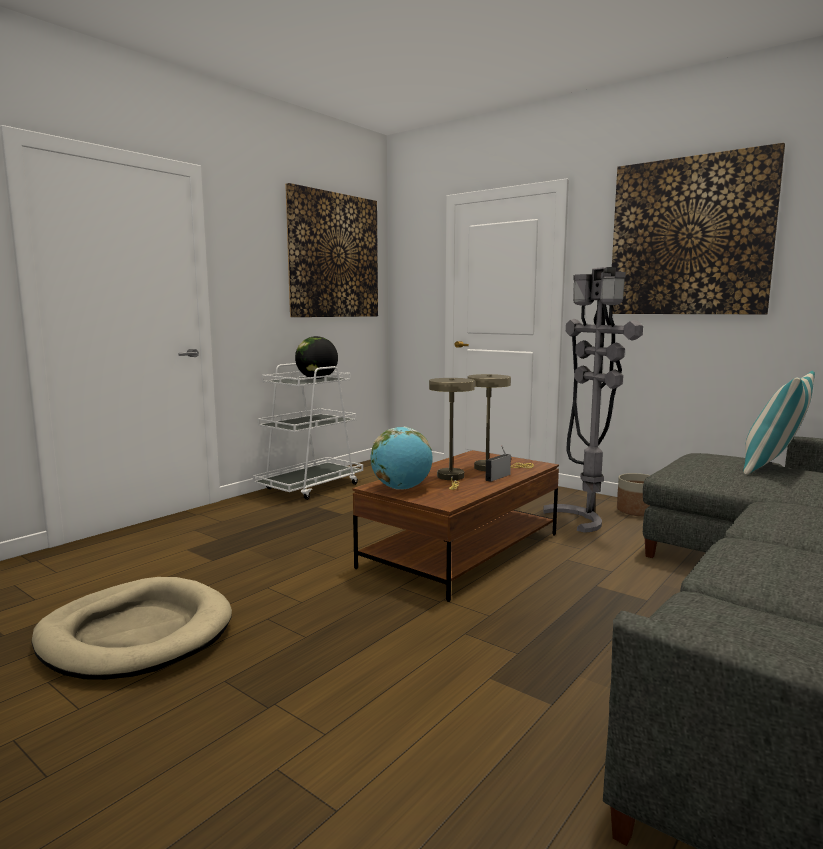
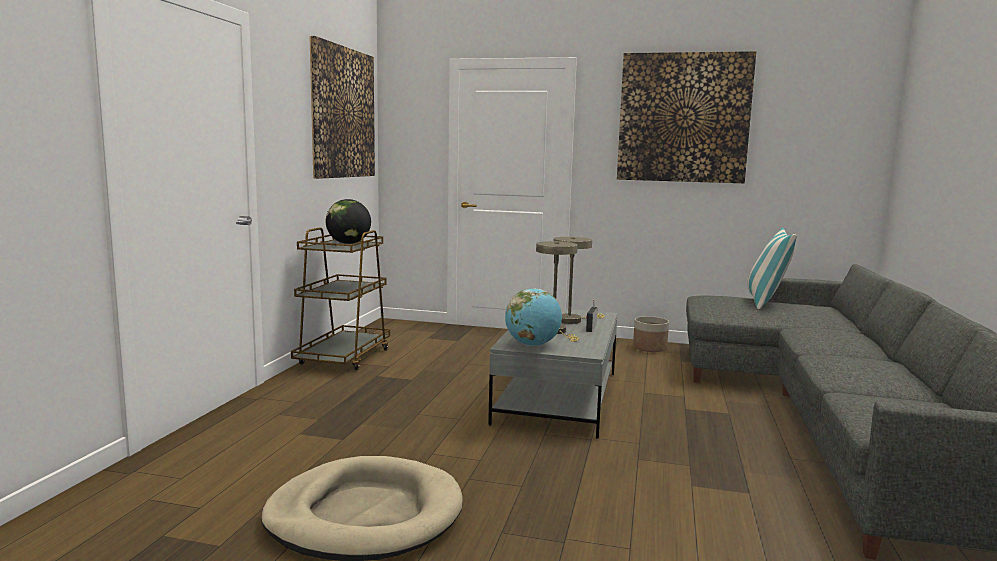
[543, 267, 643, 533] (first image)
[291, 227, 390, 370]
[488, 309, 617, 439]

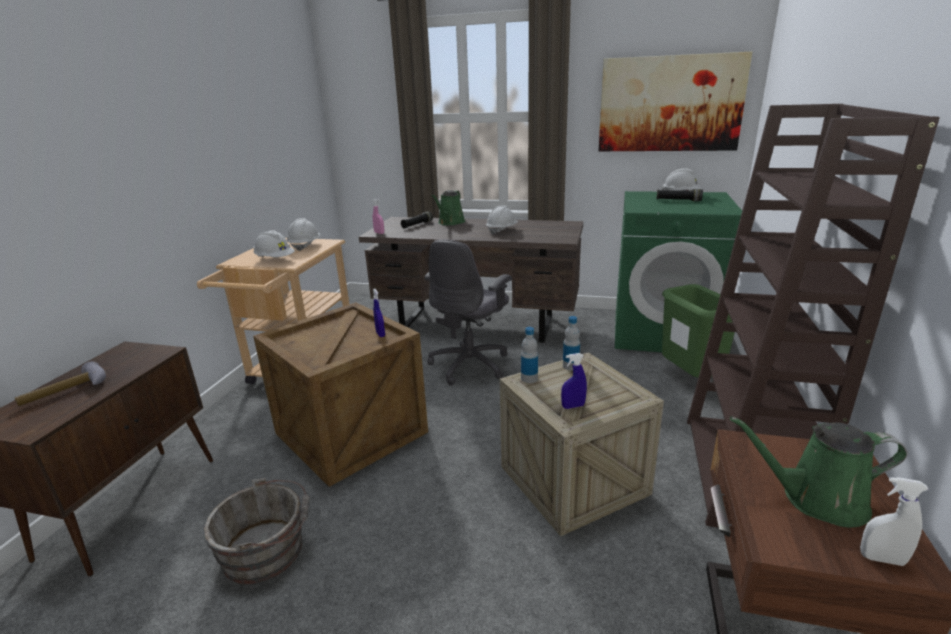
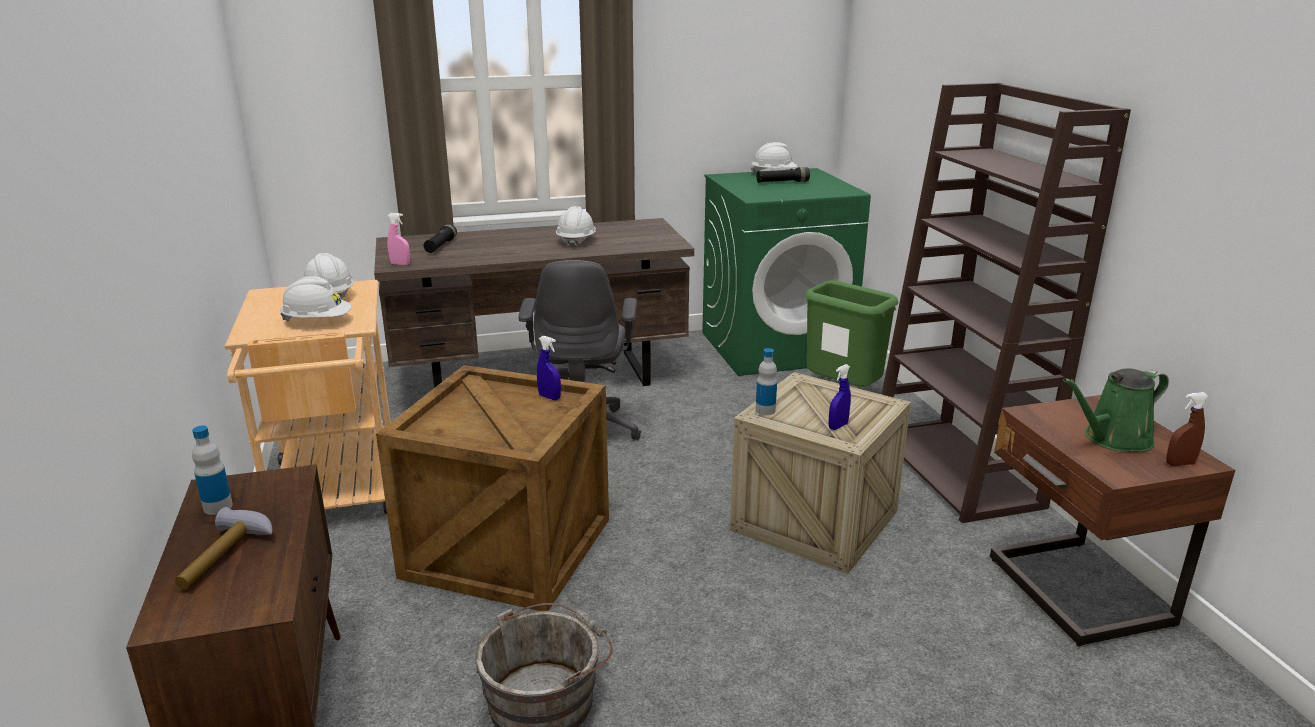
[431, 190, 465, 225] (first image)
[599, 52, 752, 151] (first image)
[192, 426, 233, 515]
[1166, 392, 1209, 466]

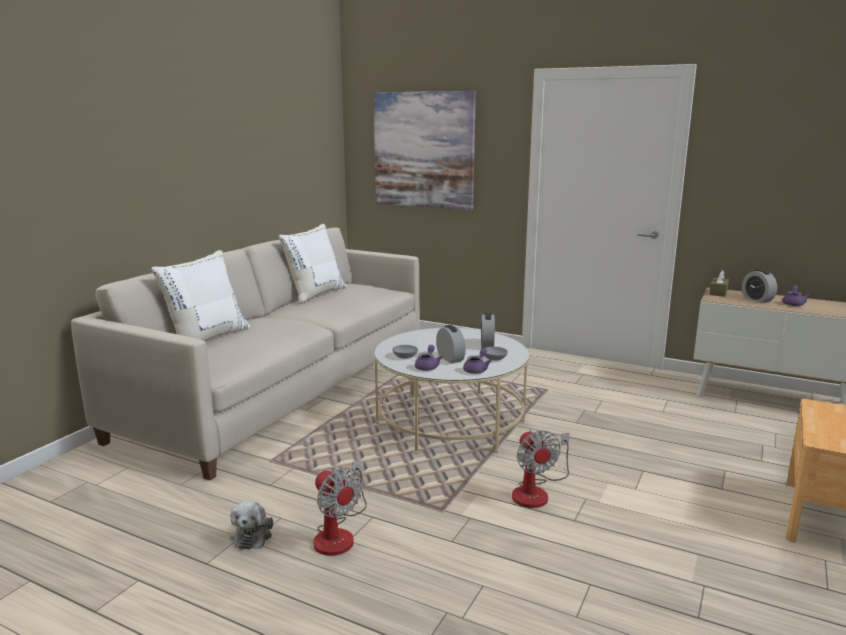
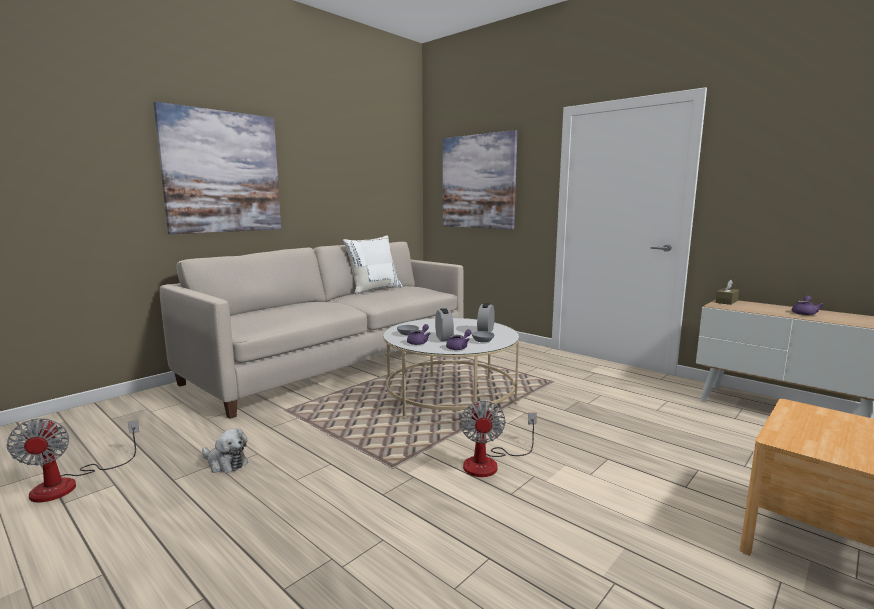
[151, 250, 250, 341] (first image)
[742, 269, 777, 303] (first image)
[153, 102, 281, 234]
[6, 418, 139, 503]
[202, 428, 248, 473]

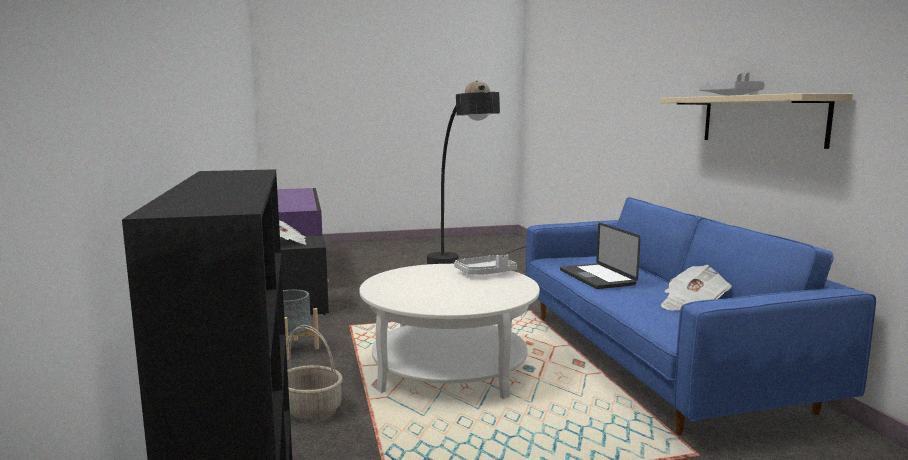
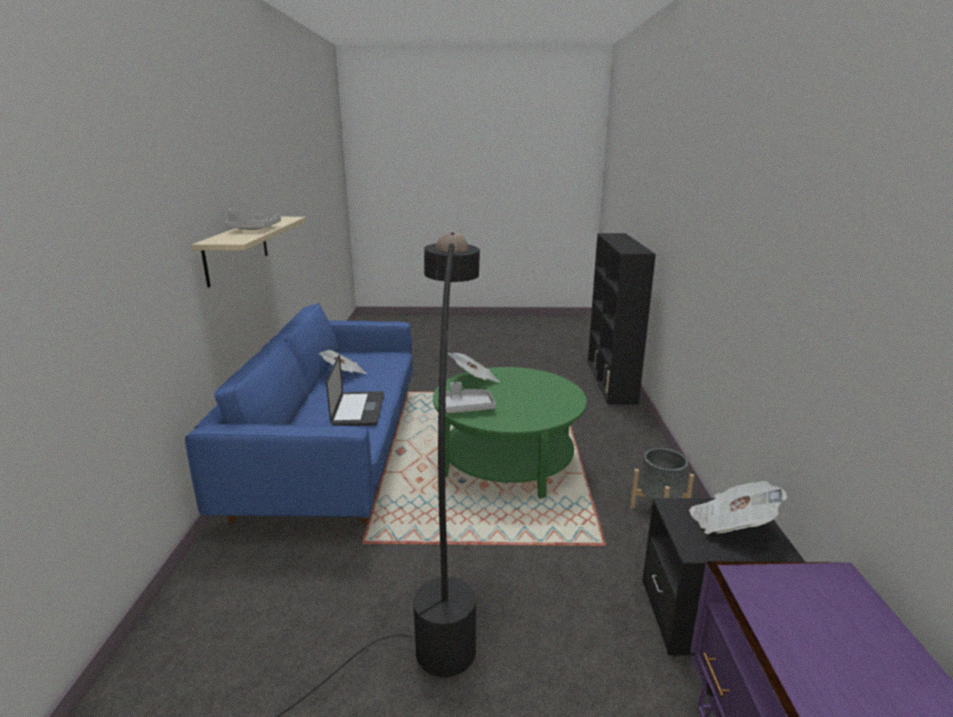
[286, 325, 343, 419] (first image)
[448, 353, 500, 382]
[433, 367, 587, 499]

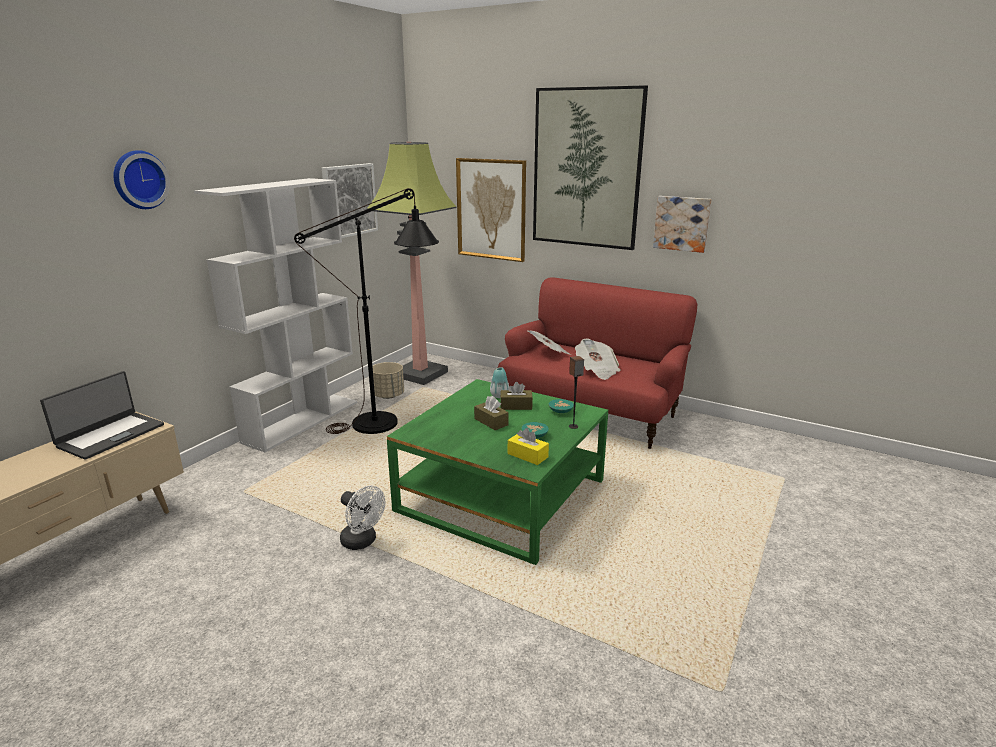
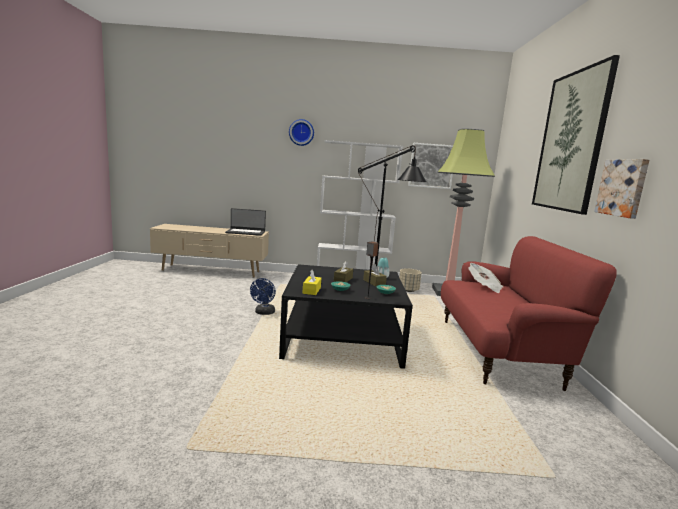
[456, 158, 526, 262] (first image)
[575, 339, 621, 380] (first image)
[250, 278, 276, 315]
[279, 264, 413, 369]

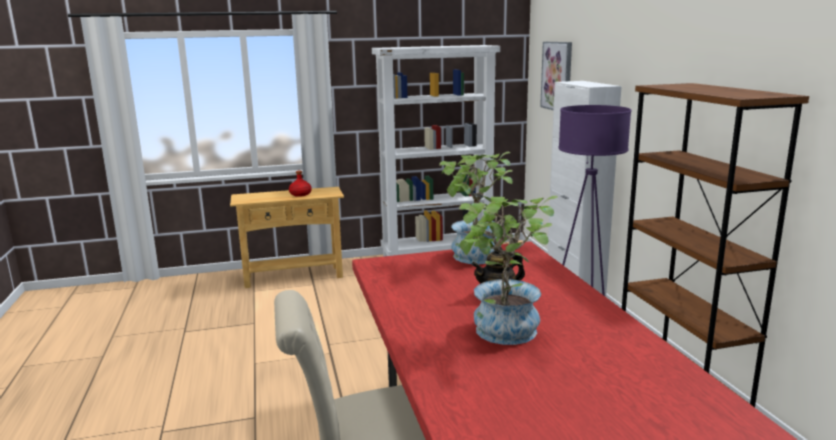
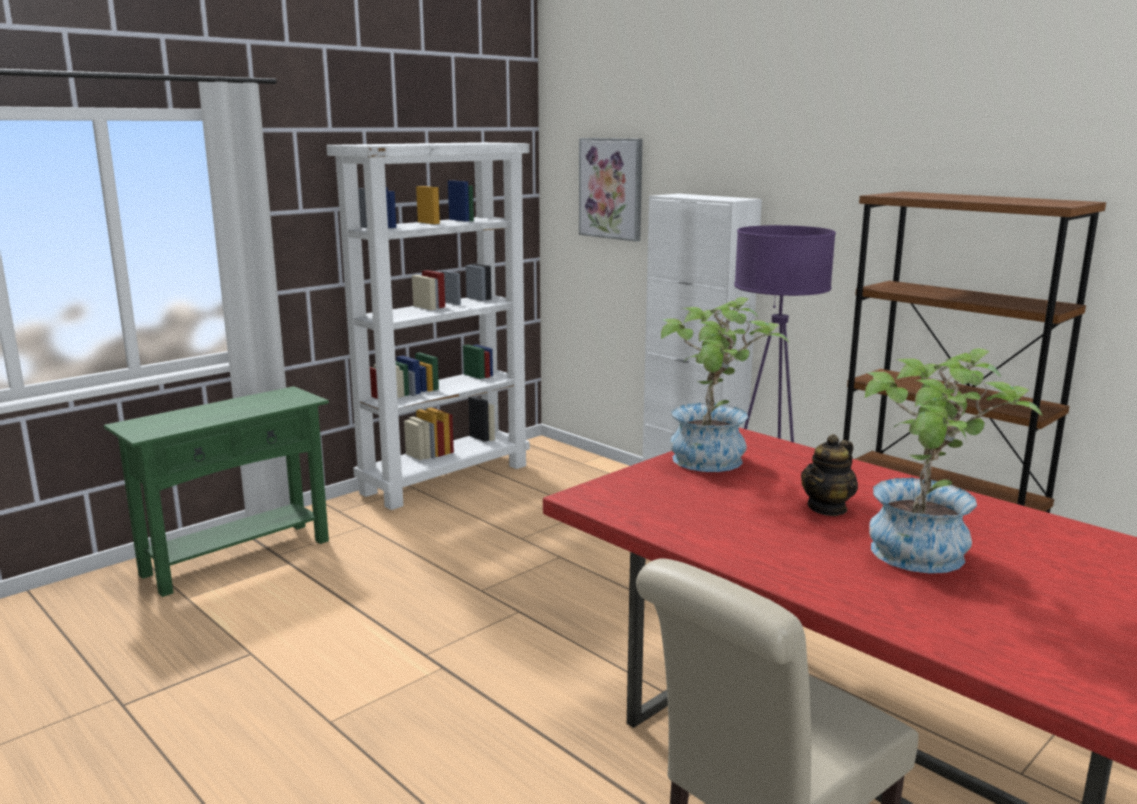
[289, 171, 312, 197] (first image)
[104, 386, 329, 597]

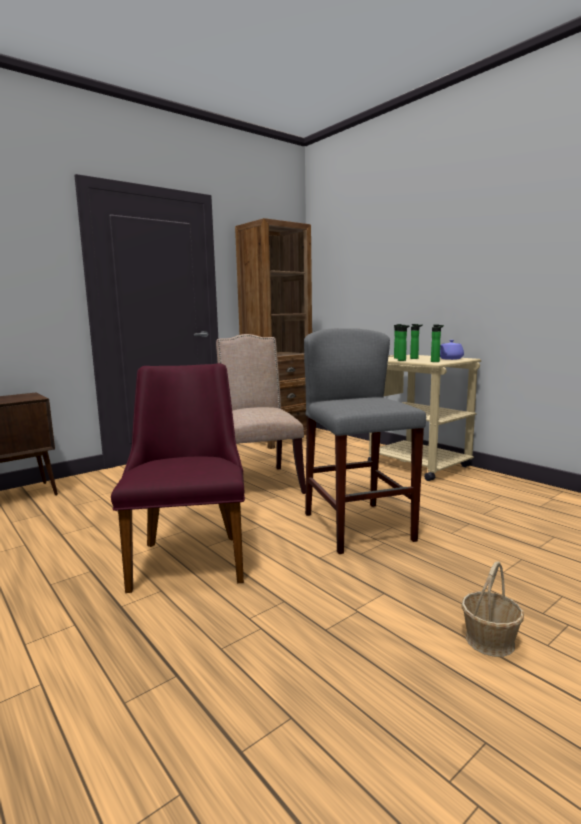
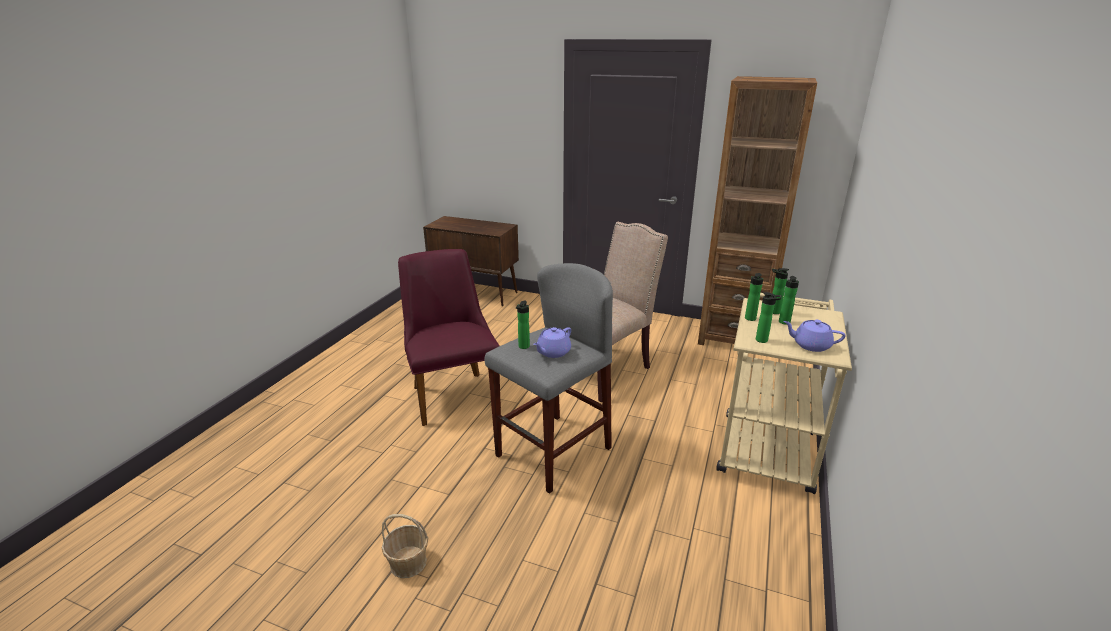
[516, 300, 530, 349]
[533, 327, 571, 358]
[398, 249, 501, 426]

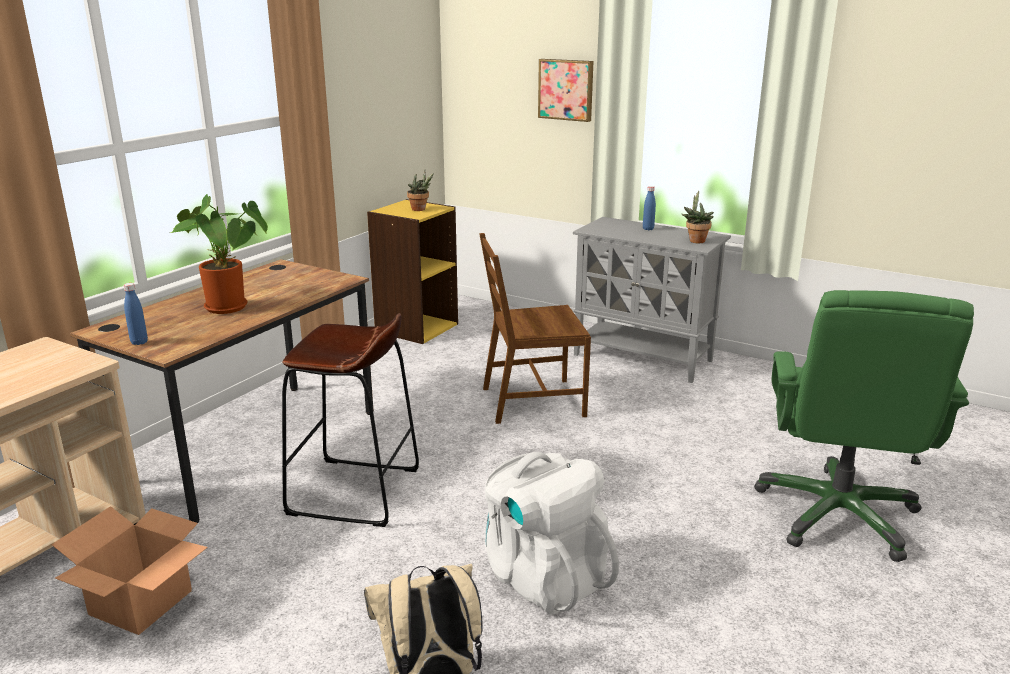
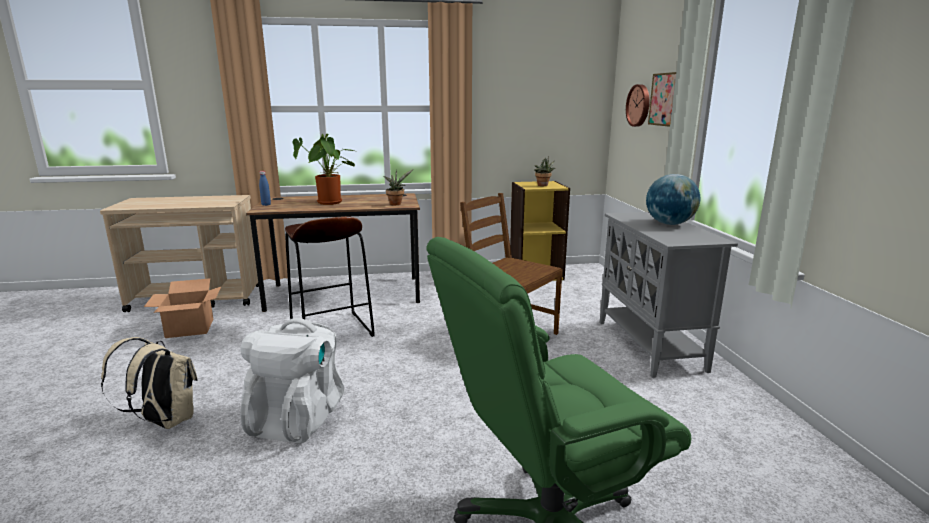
[626, 84, 650, 127]
[383, 169, 413, 206]
[646, 174, 700, 225]

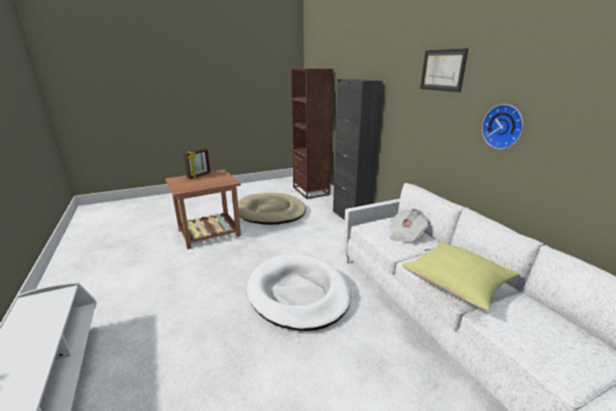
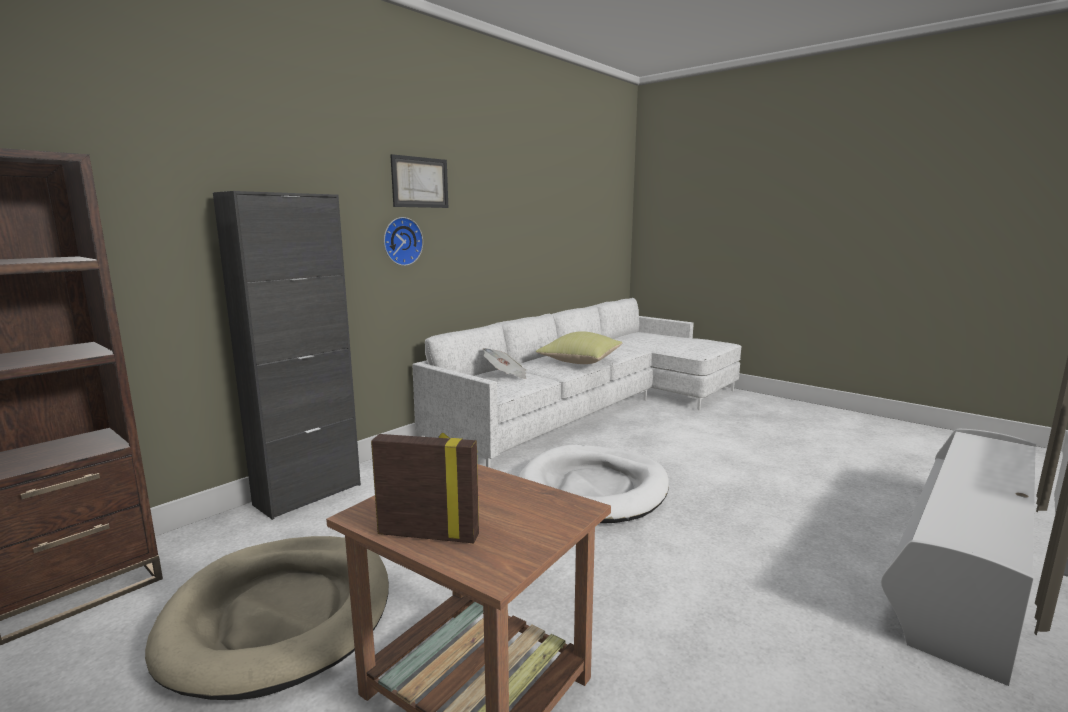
[384, 217, 423, 266]

